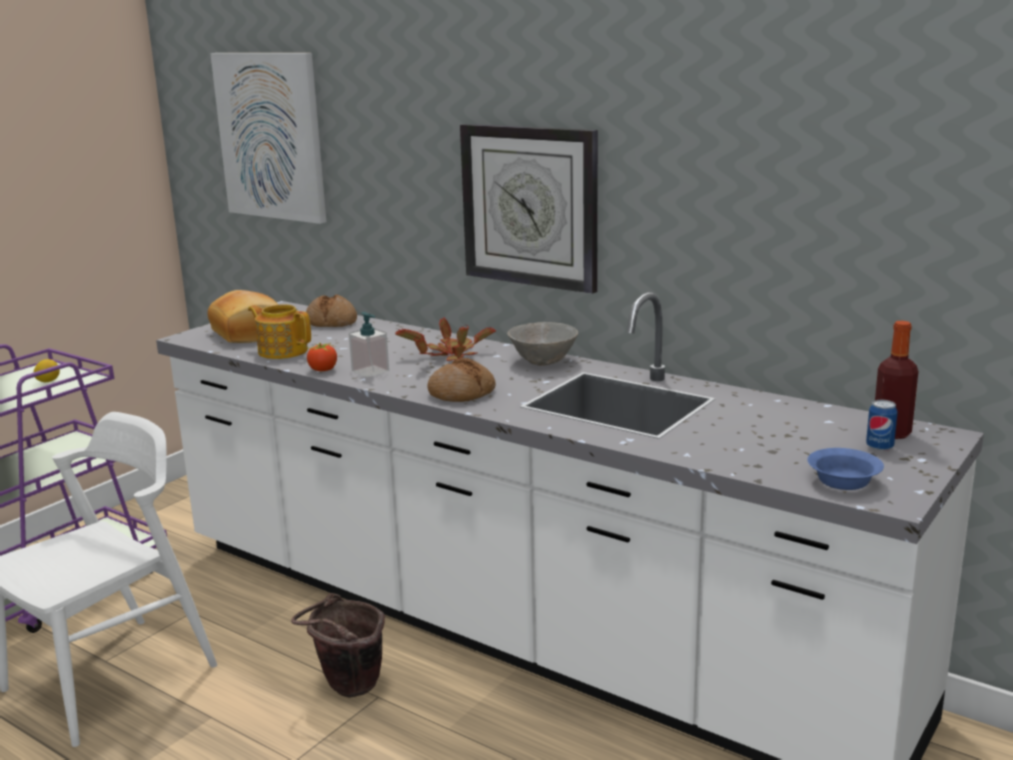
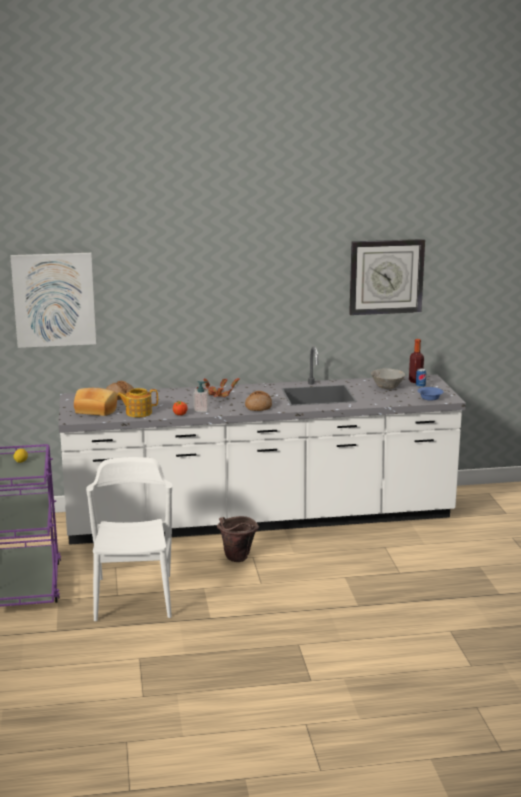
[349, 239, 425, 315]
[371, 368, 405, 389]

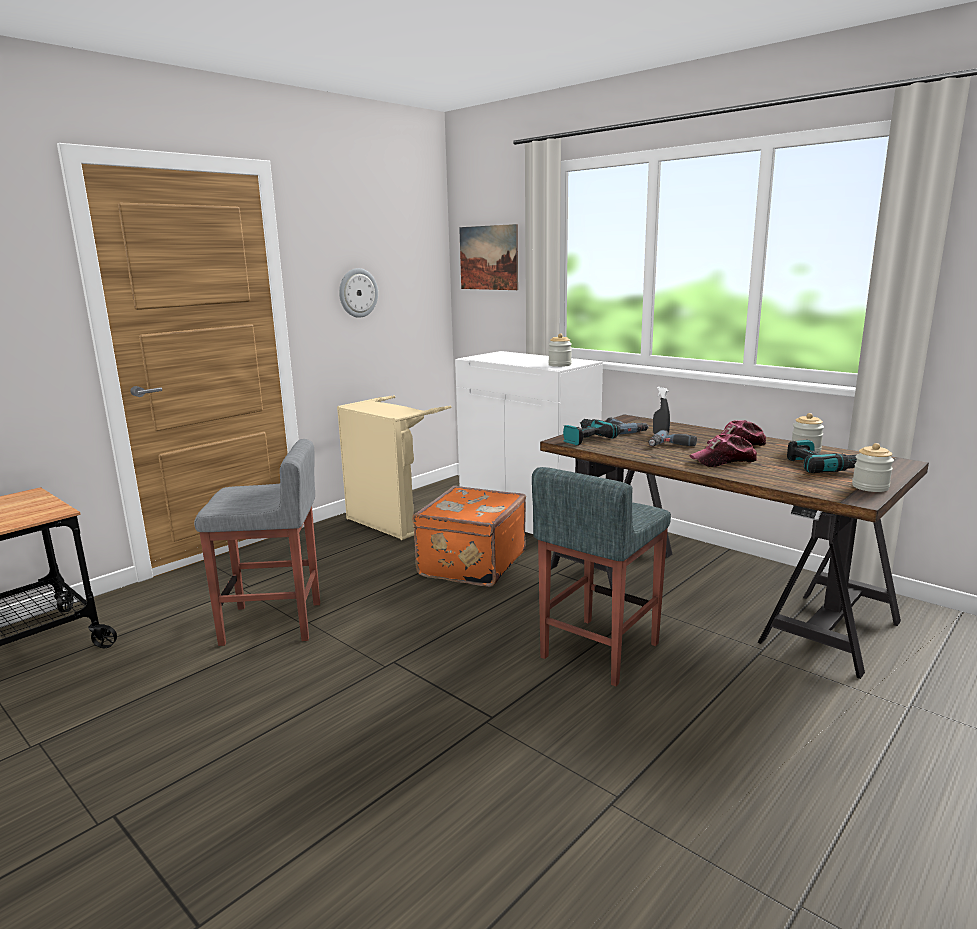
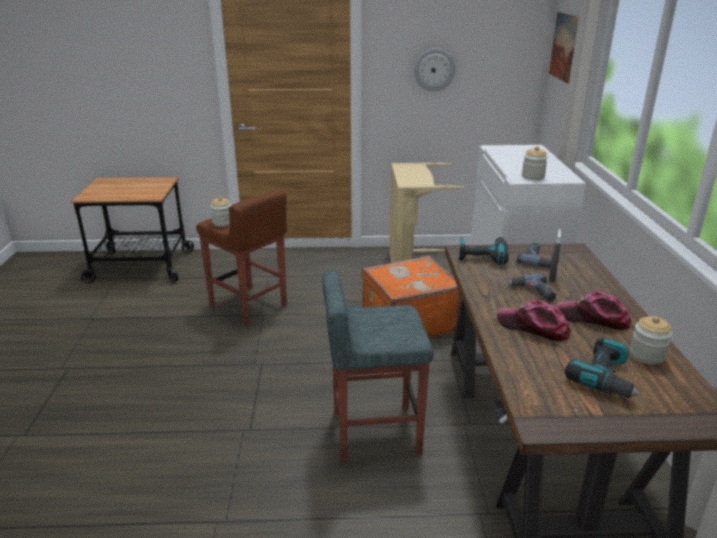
[210, 197, 231, 227]
[196, 190, 287, 326]

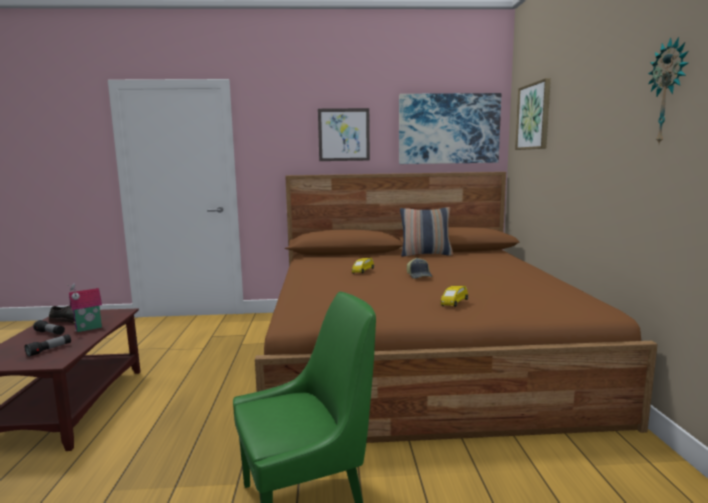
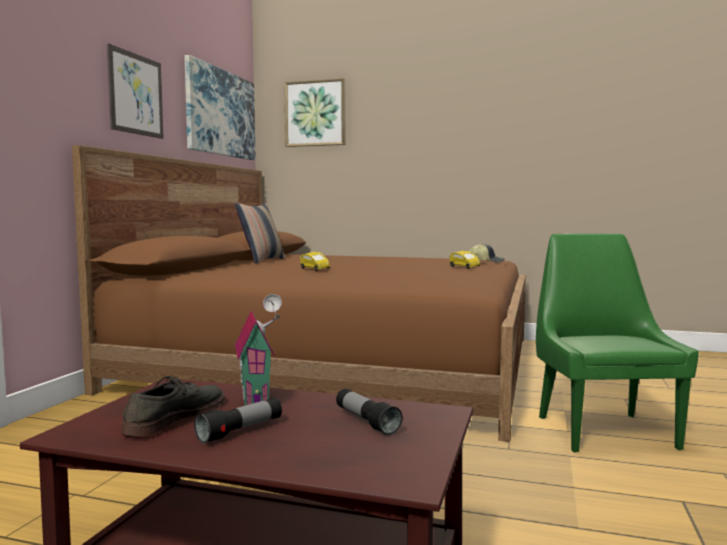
[648, 37, 689, 144] (first image)
[469, 244, 505, 262]

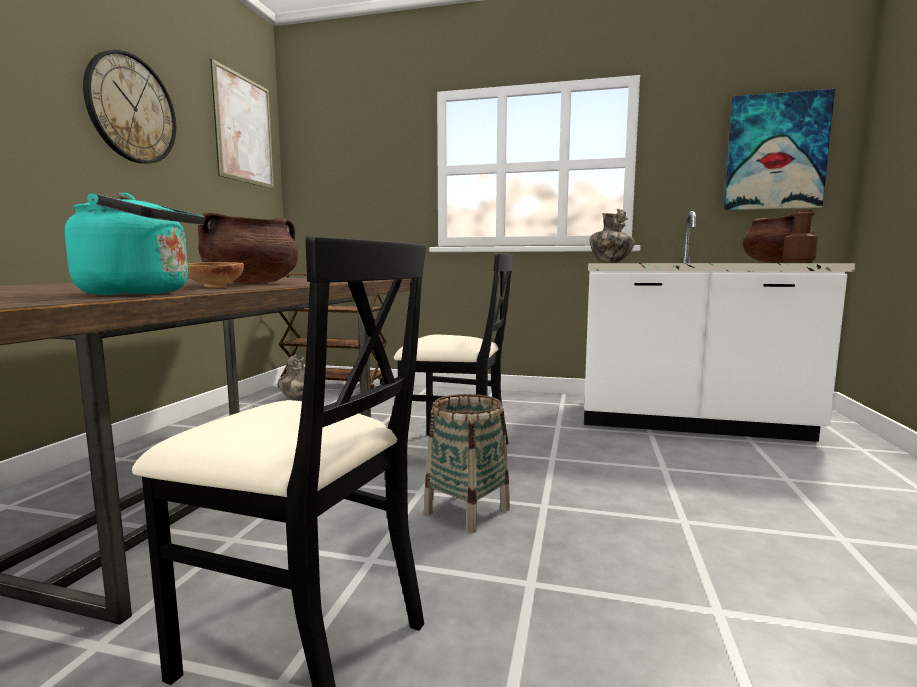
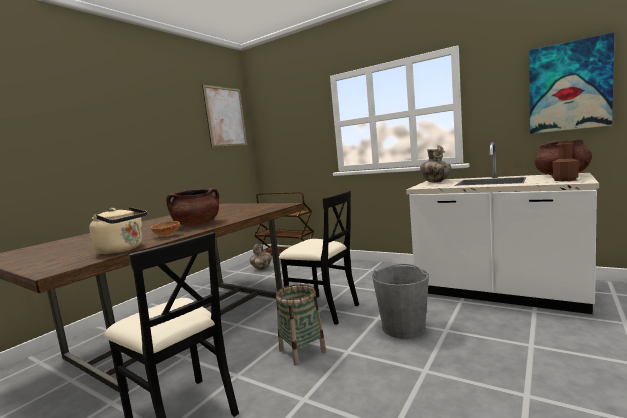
[83, 50, 176, 164] (first image)
[372, 264, 429, 339]
[89, 207, 147, 254]

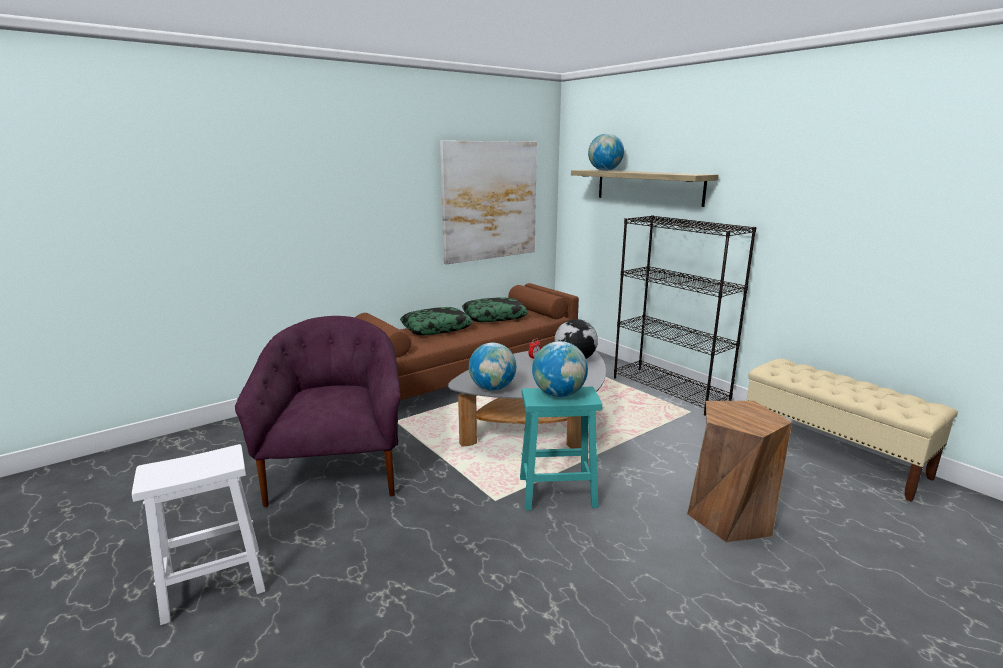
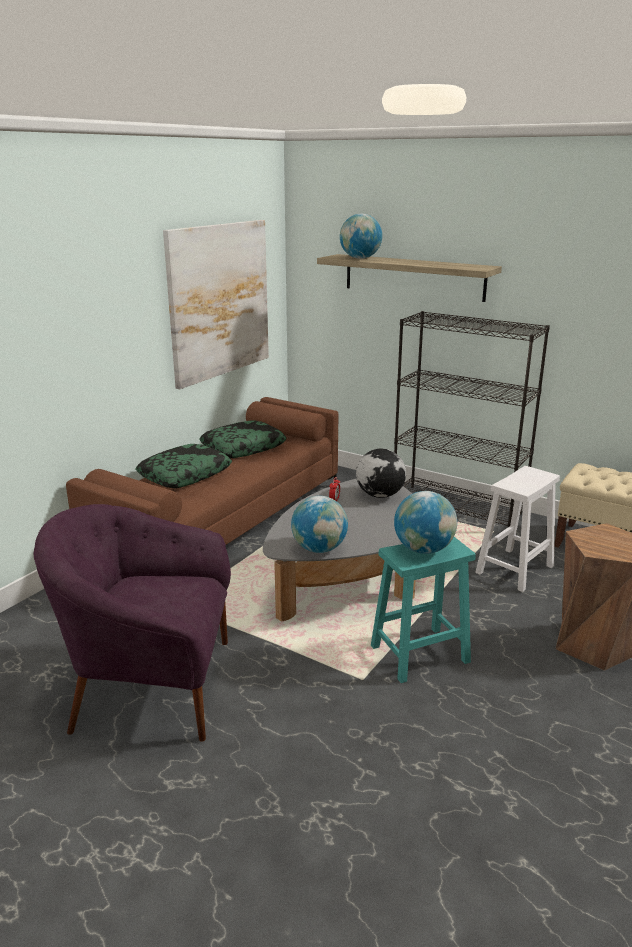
[475, 466, 560, 592]
[34, 504, 231, 742]

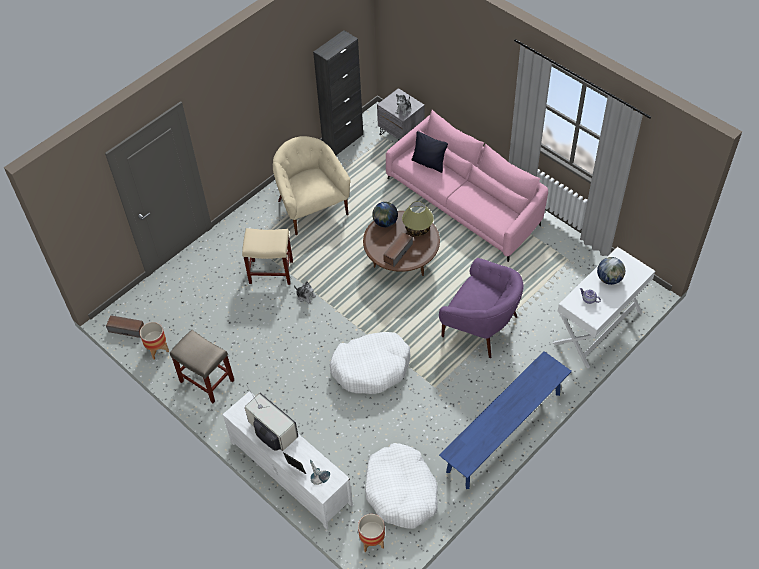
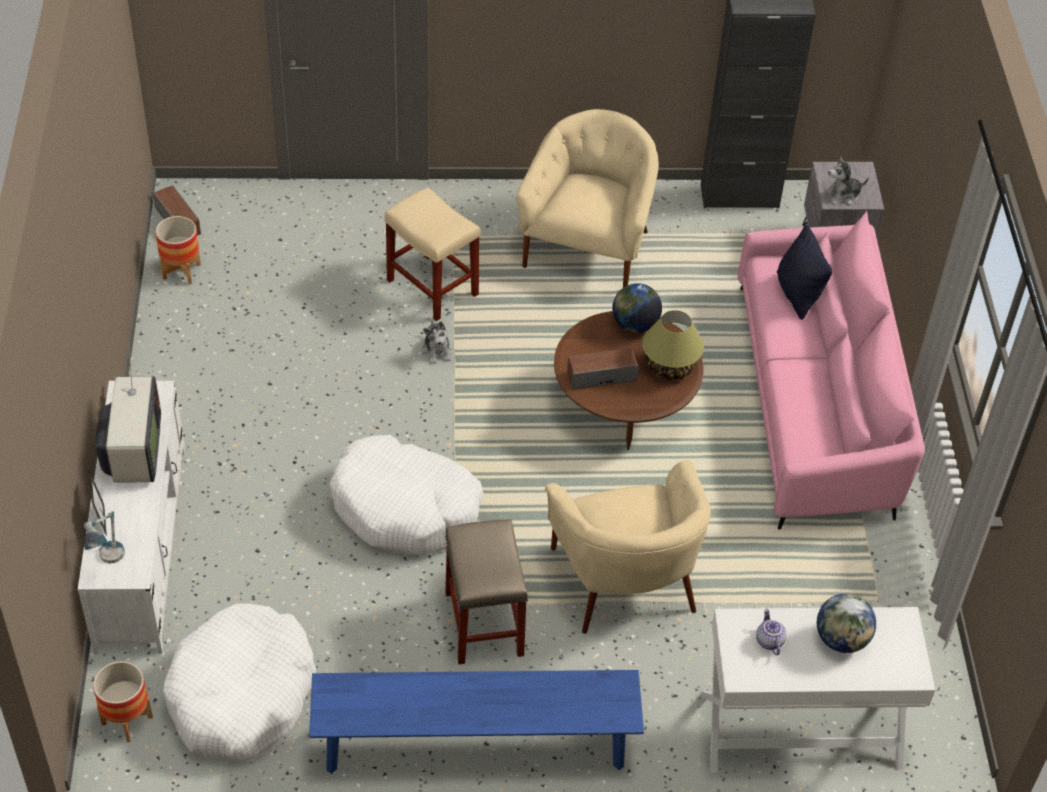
[445, 519, 528, 664]
[545, 460, 711, 634]

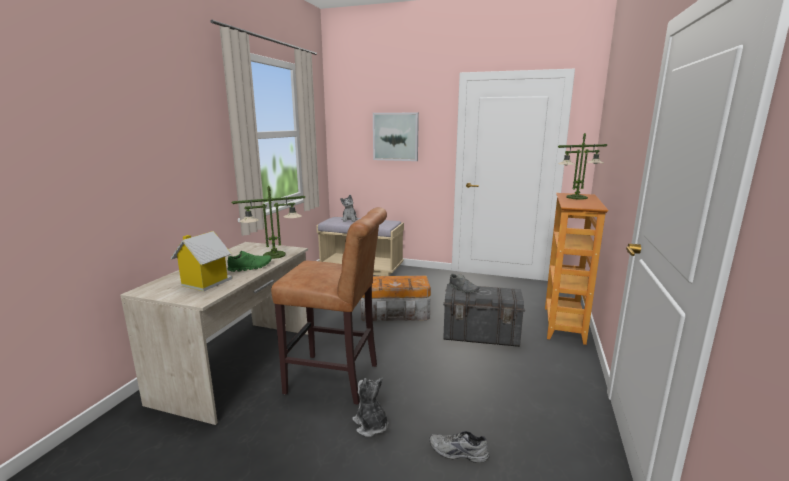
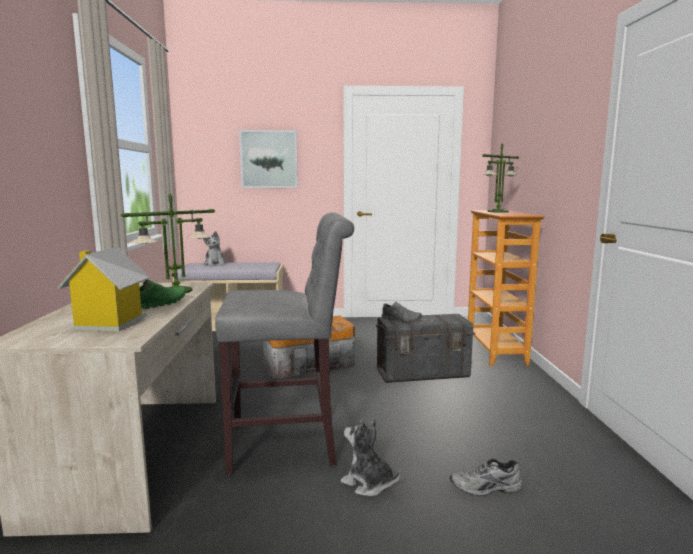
[215, 213, 354, 474]

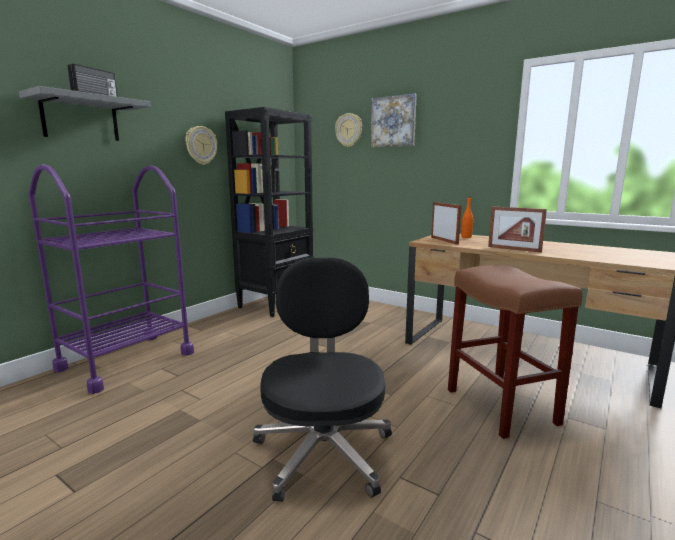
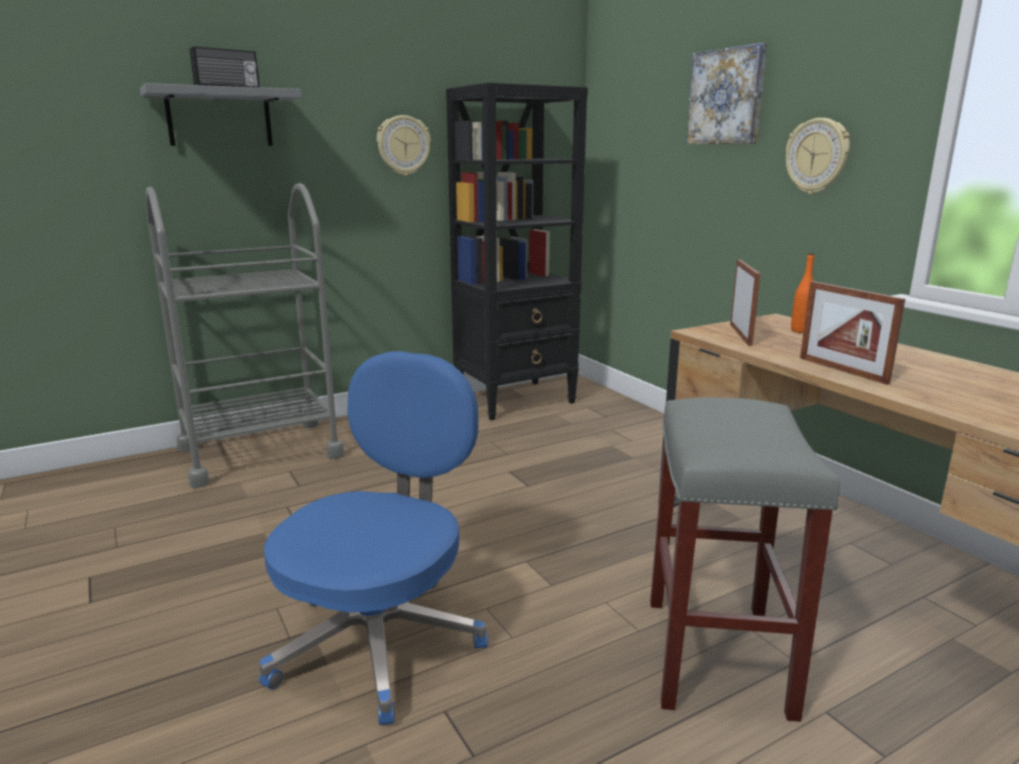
[786, 118, 850, 194]
[146, 183, 344, 488]
[259, 351, 488, 725]
[650, 397, 840, 722]

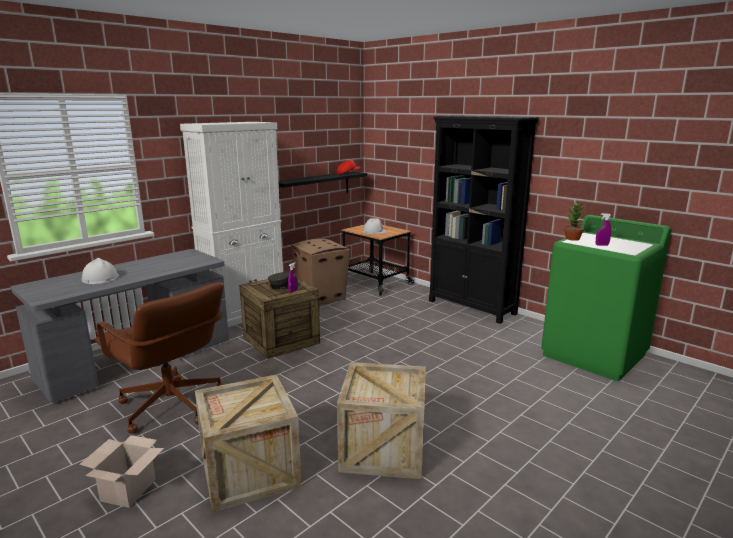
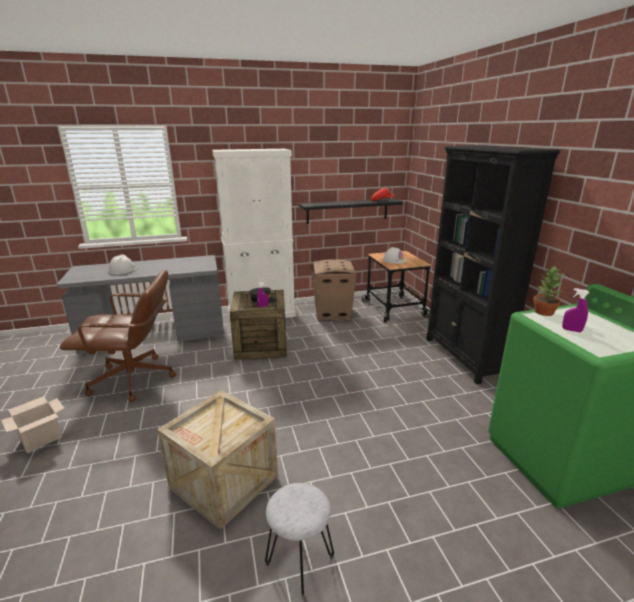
[195, 374, 301, 512] (first image)
[265, 483, 334, 596]
[60, 270, 176, 402]

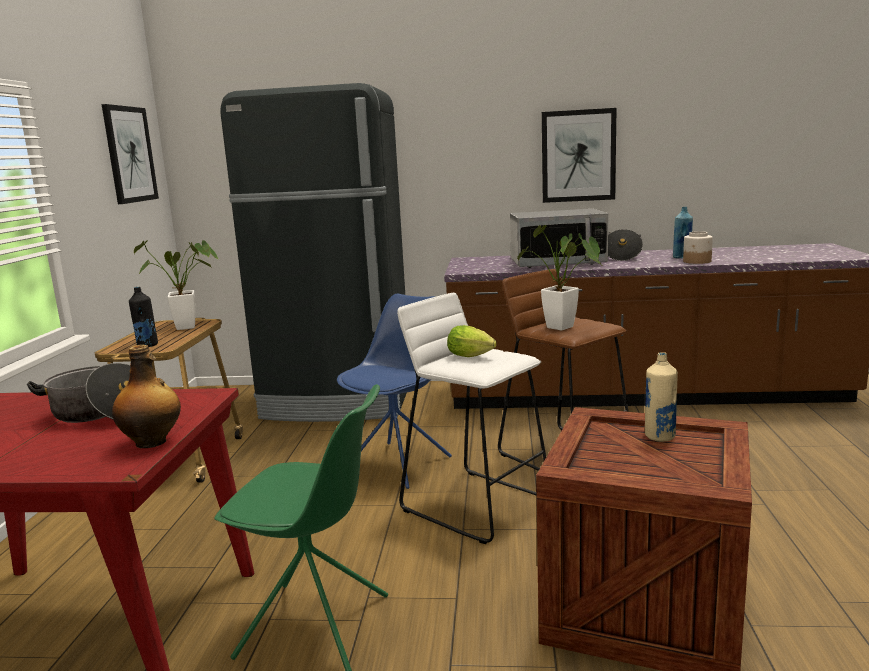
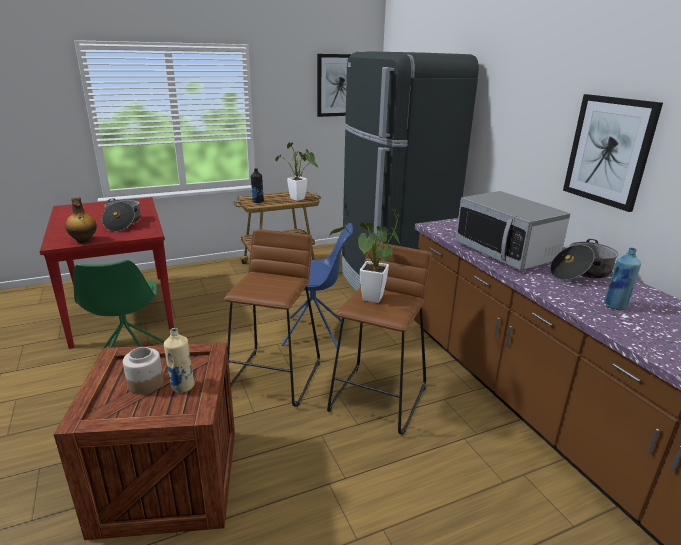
[447, 325, 497, 357] (first image)
[123, 347, 164, 394]
[224, 229, 320, 407]

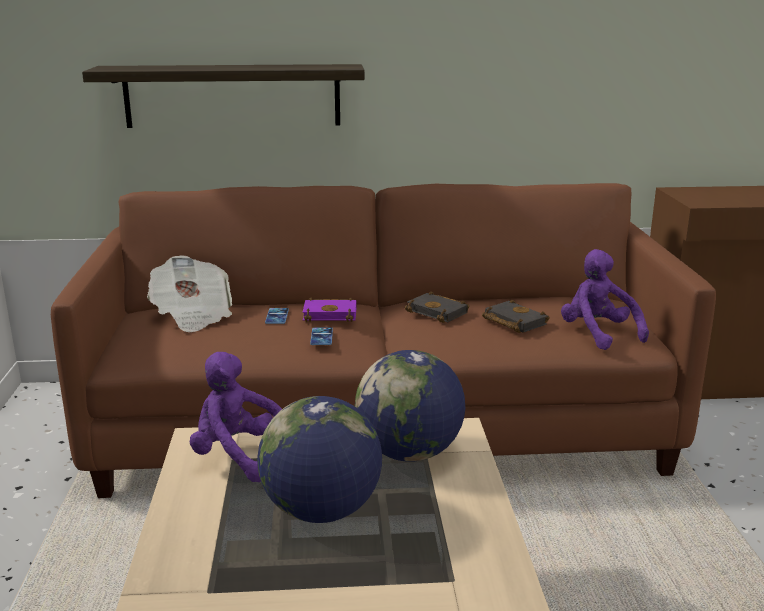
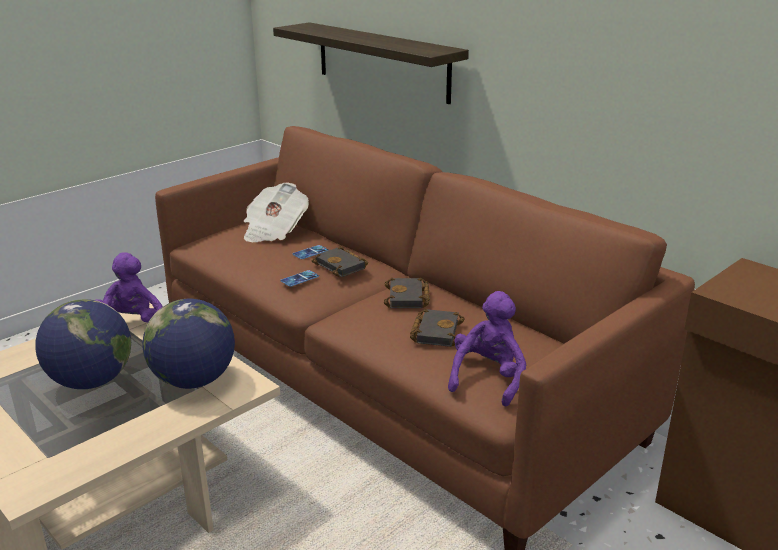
[312, 247, 368, 277]

